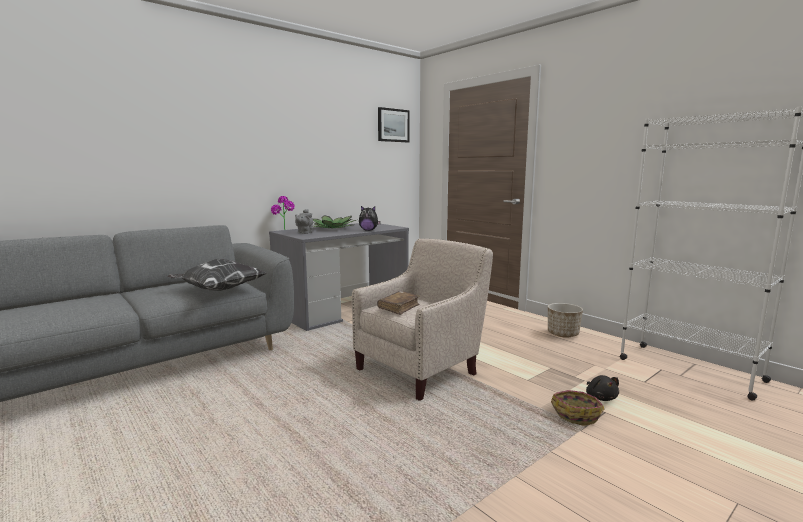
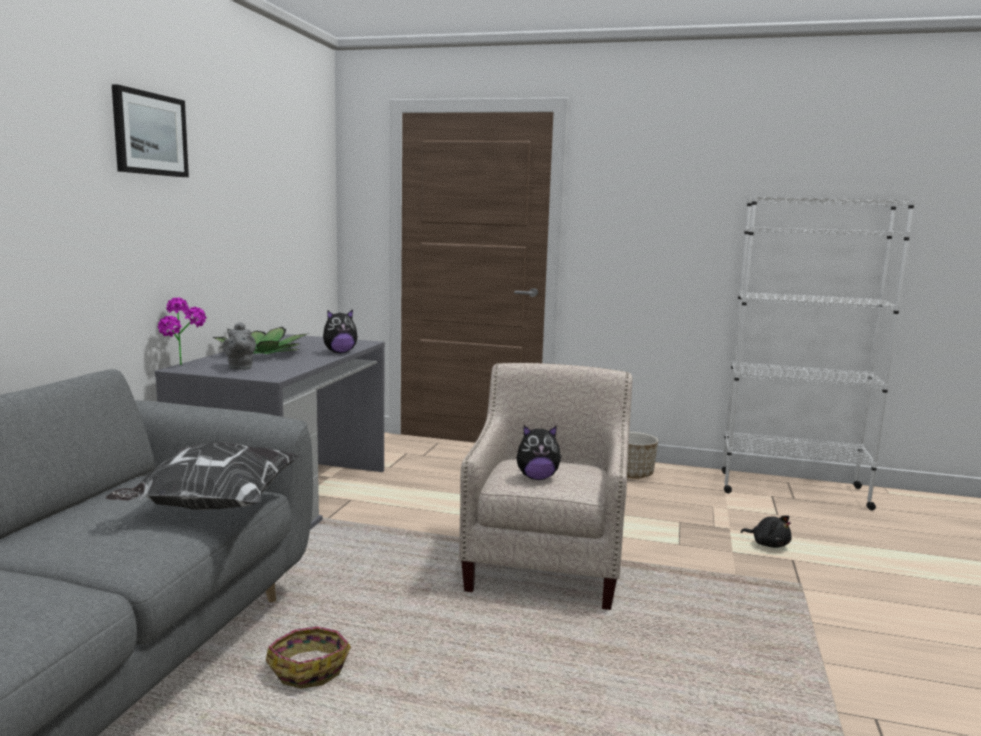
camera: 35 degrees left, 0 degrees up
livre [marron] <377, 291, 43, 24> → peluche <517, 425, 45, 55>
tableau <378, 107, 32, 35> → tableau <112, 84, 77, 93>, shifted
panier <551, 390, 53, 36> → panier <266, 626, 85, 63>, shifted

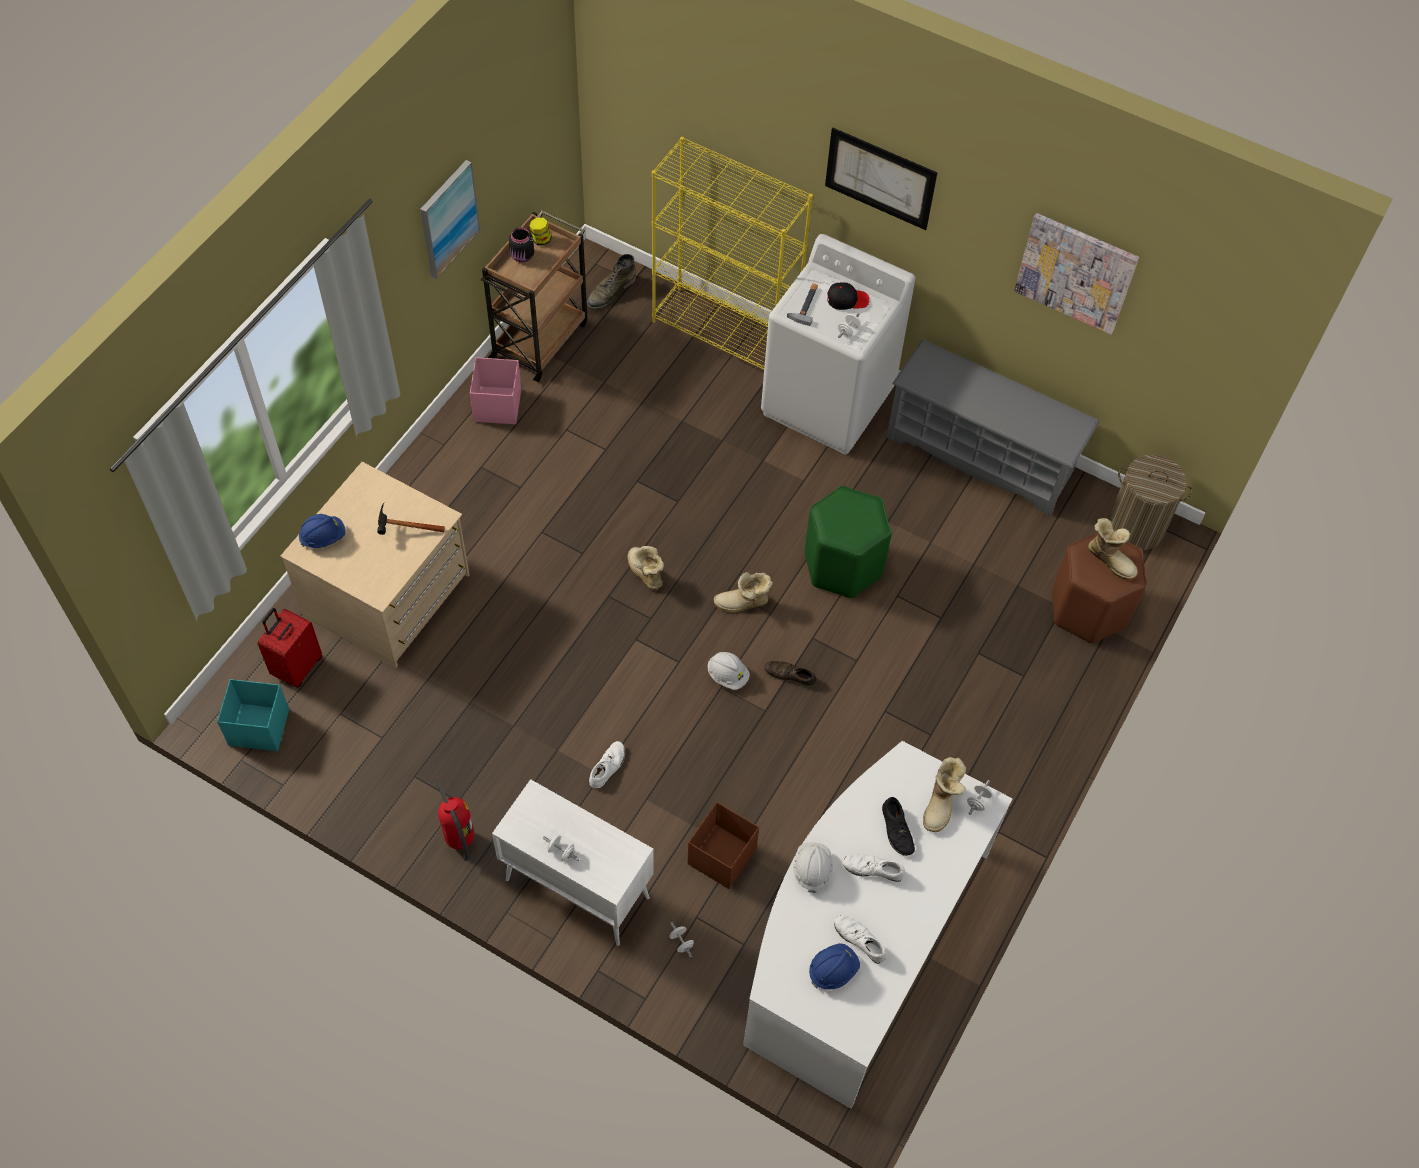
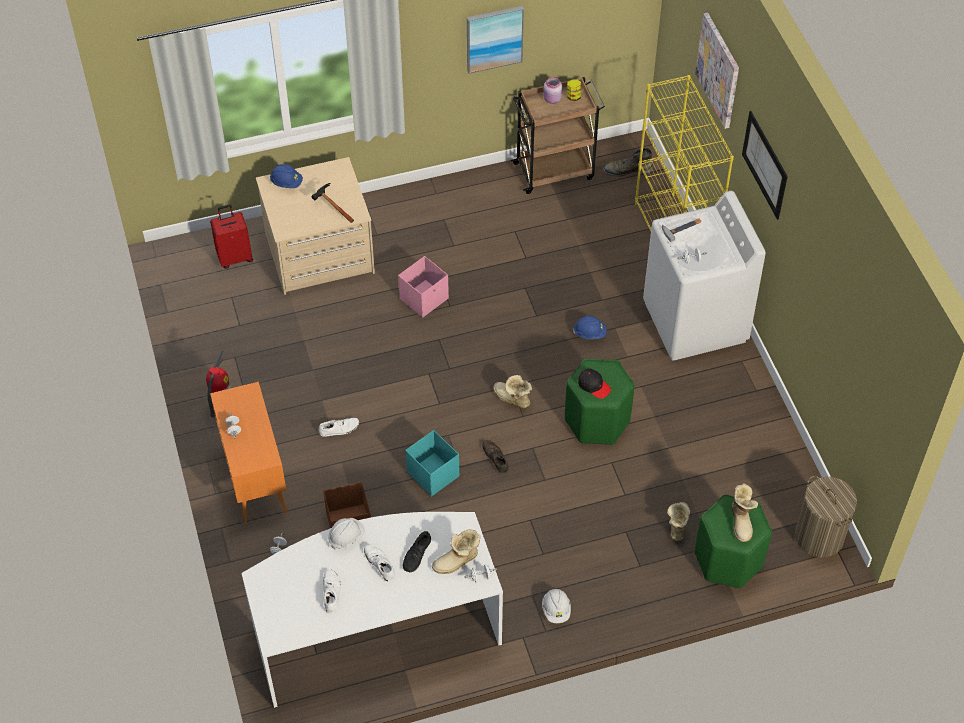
camera: 45 degrees right, 5 degrees down
boîte de rangement [turquoise] <217, 679, 72, 72> → boîte de rangement [turquoise] <405, 430, 54, 66>, shifted
boîte de rangement [rose] <470, 357, 51, 67> → boîte de rangement [rose] <398, 256, 51, 62>, shifted
meuble de rangement [blanc] <492, 779, 162, 167> → meuble de rangement [orange] <210, 382, 78, 142>
bocal [noir] <509, 227, 25, 36> → bocal [rose] <544, 77, 18, 27>
botte <627, 546, 37, 44> → botte <667, 502, 23, 39>, shifted
casque de chantier [blanc] <708, 652, 42, 38> → casque de chantier [blanc] <542, 589, 29, 34>, shifted
casque de chantier [bleu] <809, 943, 51, 47> → casque de chantier [bleu] <573, 316, 34, 23>, shifted
casquette [noir] <827, 282, 42, 28> → casquette [noir] <578, 368, 33, 31>, shifted
étagère à chaussures [gris] <886, 340, 214, 176> → -
tableau <1014, 213, 125, 121> → tableau <695, 12, 44, 117>, shifted
tabouret [marron] <1052, 533, 95, 110> → tabouret [vert] <695, 495, 77, 93>

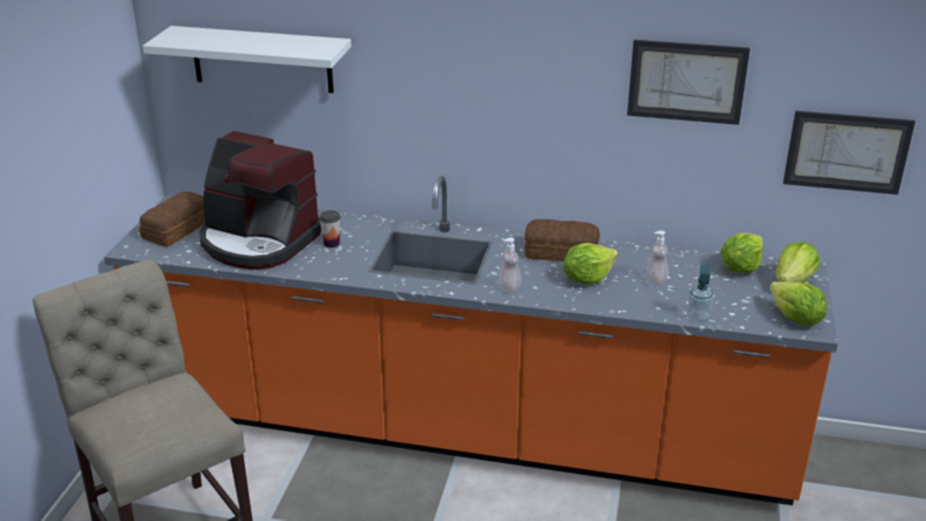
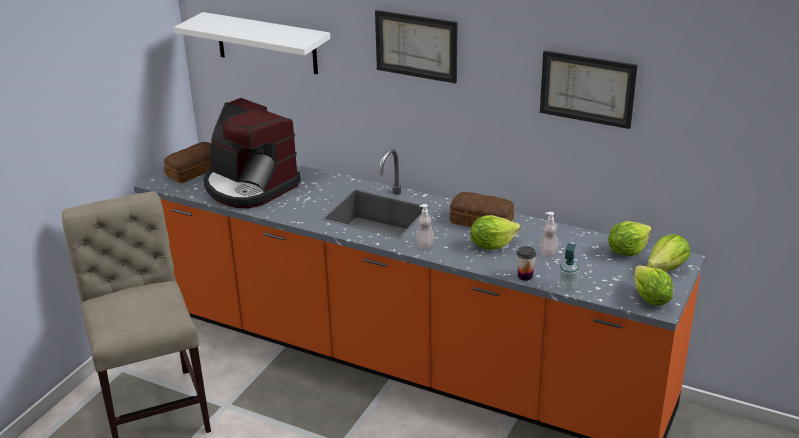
camera: 15 degrees right, 0 degrees up
tasse <319, 210, 22, 38> → tasse <517, 246, 19, 35>, shifted
tableau <783, 111, 132, 84> → tableau <375, 10, 83, 74>, shifted

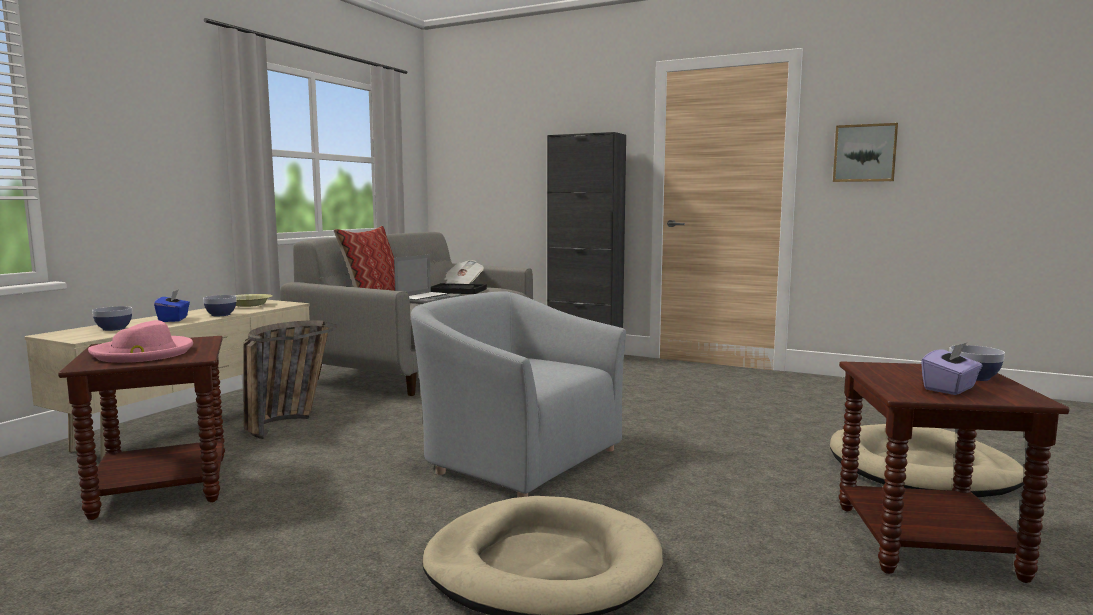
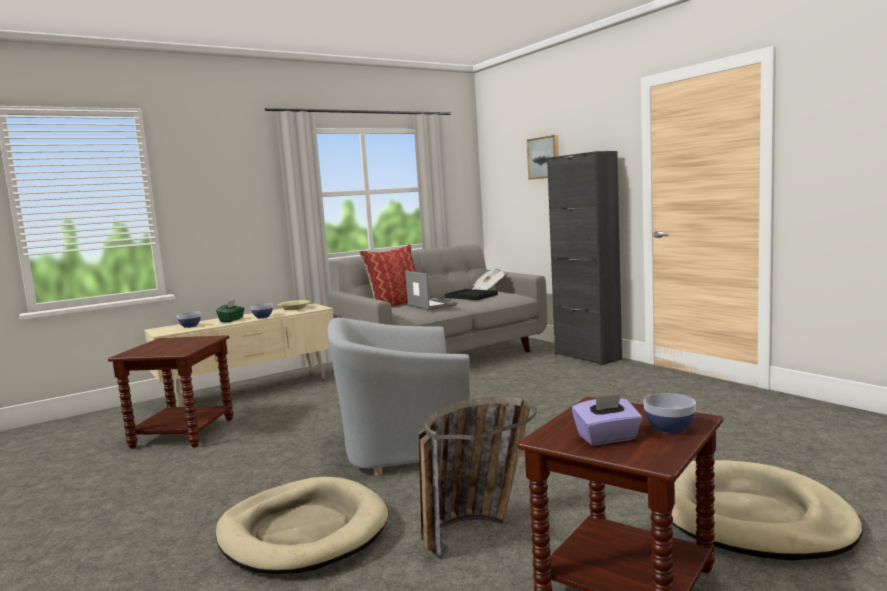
camera: 30 degrees right, 0 degrees up
chapeau [rose] <88, 320, 105, 43> → -
boîte à mouchoirs [bleu] <154, 289, 36, 33> → boîte à mouchoirs [vert] <216, 300, 29, 22>
panier <243, 320, 93, 119> → panier <419, 396, 118, 163>, shifted
ordinateur portable <394, 254, 67, 50> → ordinateur portable <405, 271, 52, 39>, 90 degrees counterclockwise
fauteuil [gris] <411, 291, 215, 207> → fauteuil [gris] <327, 318, 144, 157>, 75 degrees counterclockwise
tableau <833, 123, 65, 59> → tableau <527, 135, 32, 45>, shifted

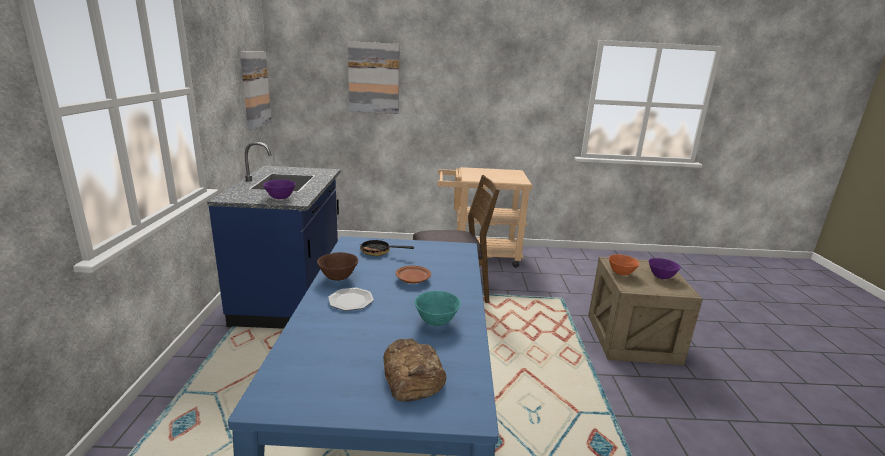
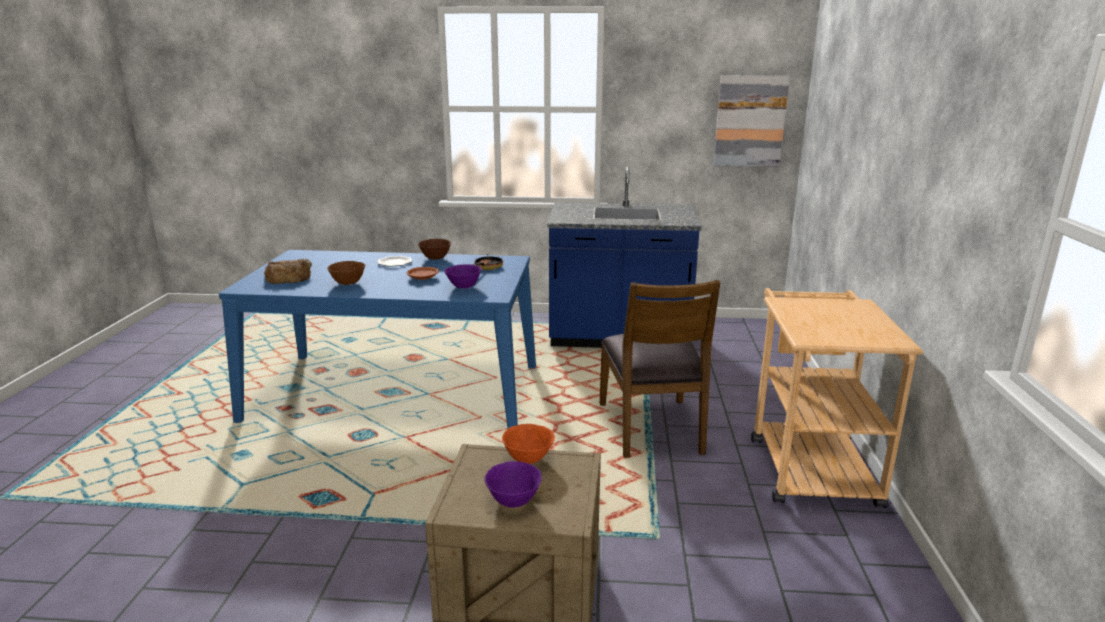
camera: 95 degrees right, 0 degrees up
bol [violet] <263, 179, 33, 20> → bol [violet] <444, 264, 38, 25>, shifted
tableau <348, 41, 52, 73> → -
bol [turquoise] <414, 291, 47, 35> → bol [marron] <327, 261, 38, 24>

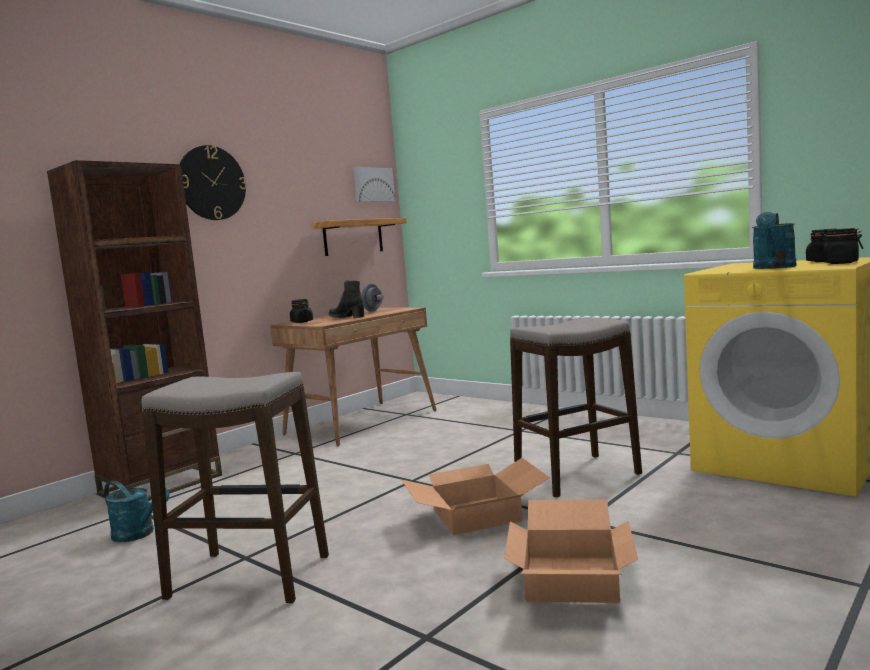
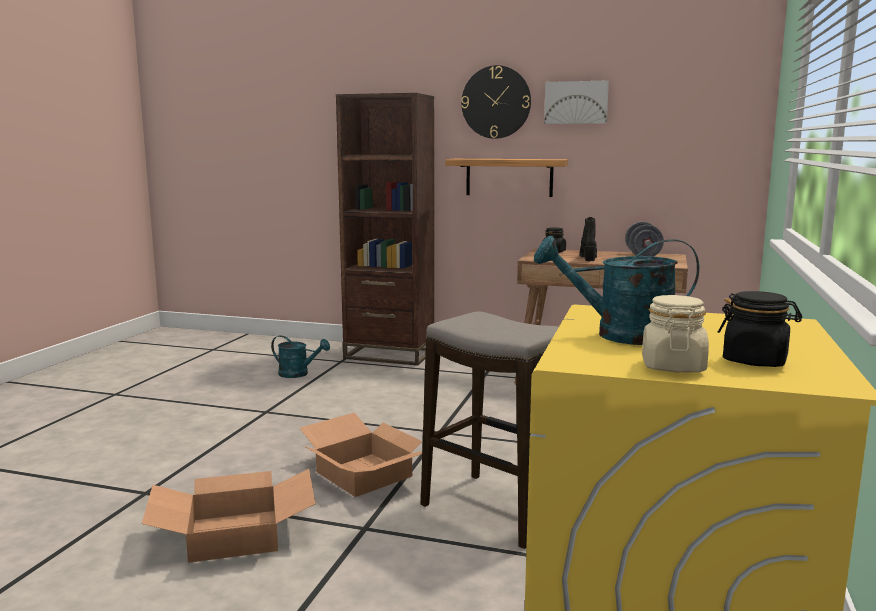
camera: 65 degrees right, 5 degrees up
arrosoir [turquoise] <104, 481, 66, 61> → arrosoir [turquoise] <271, 335, 59, 43>, 75 degrees counterclockwise
tabouret <142, 372, 187, 232> → -
étagère <312, 218, 95, 38> → étagère <445, 159, 123, 38>, shifted
tableau <353, 167, 42, 35> → tableau <544, 80, 65, 44>, shifted
bocal [noir] <819, 228, 44, 36> → bocal [beige] <642, 295, 67, 78>

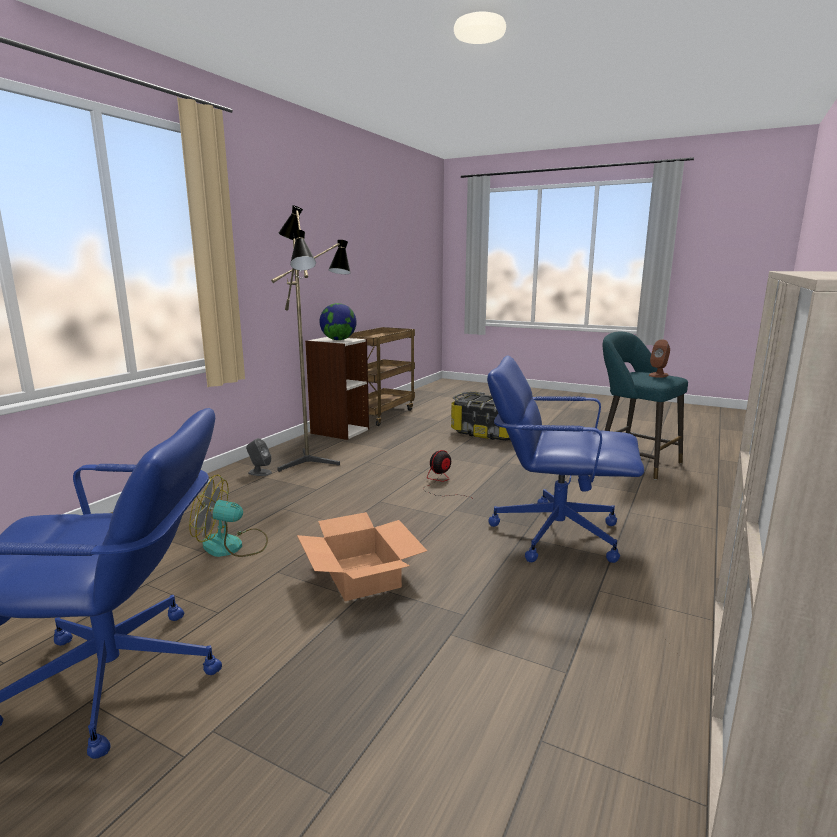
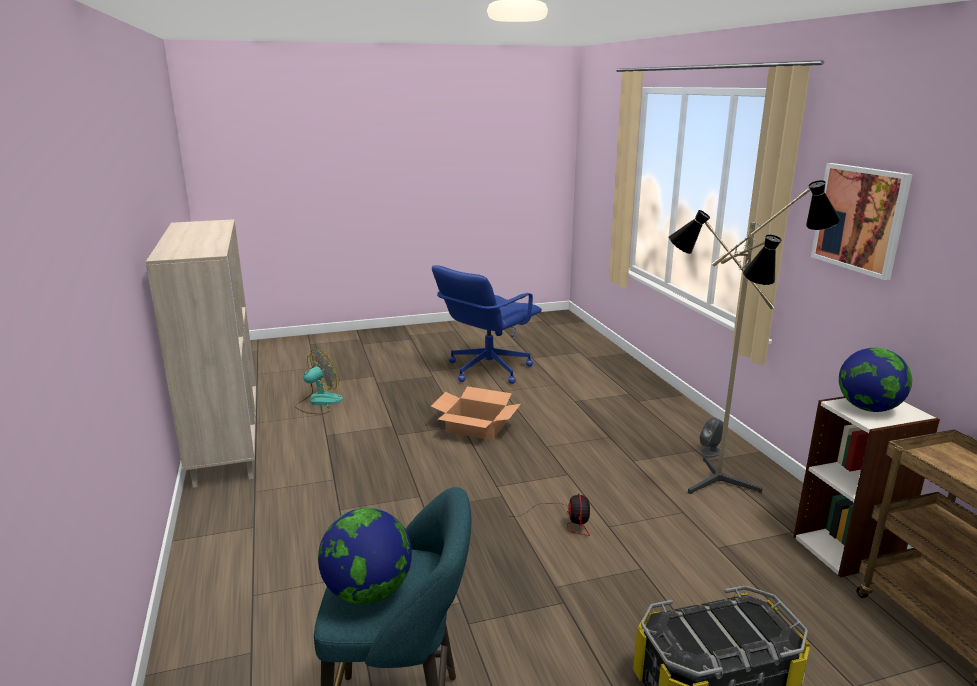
camera: 135 degrees right, 5 degrees up
ventilateur <189, 474, 79, 83> → ventilateur <295, 350, 48, 64>, shifted
chaise de bureau [bleu] <487, 355, 157, 208> → -
enceinte [marron] <649, 339, 21, 39> → globe <318, 508, 94, 96>
- → tableau <811, 163, 102, 117>

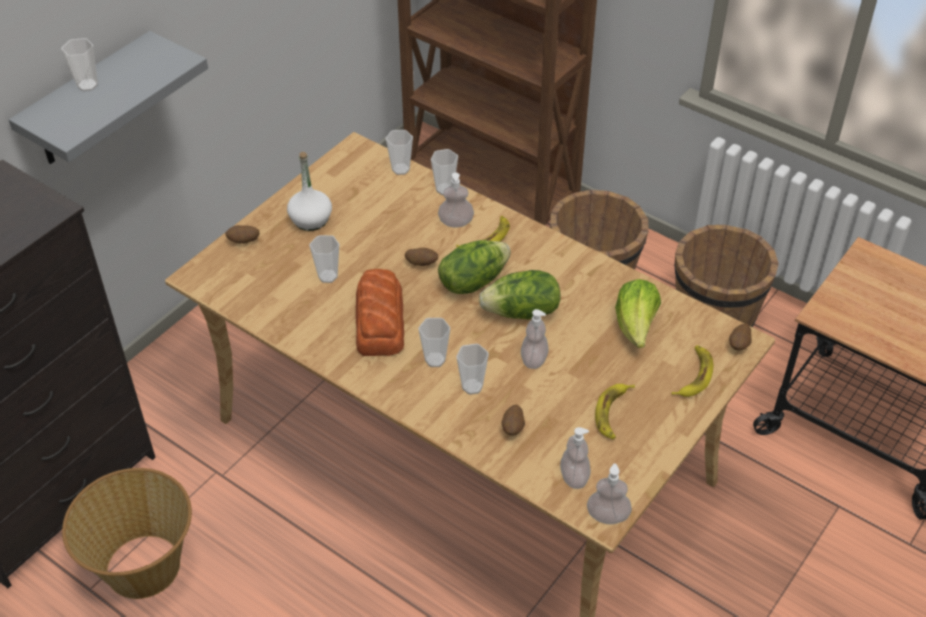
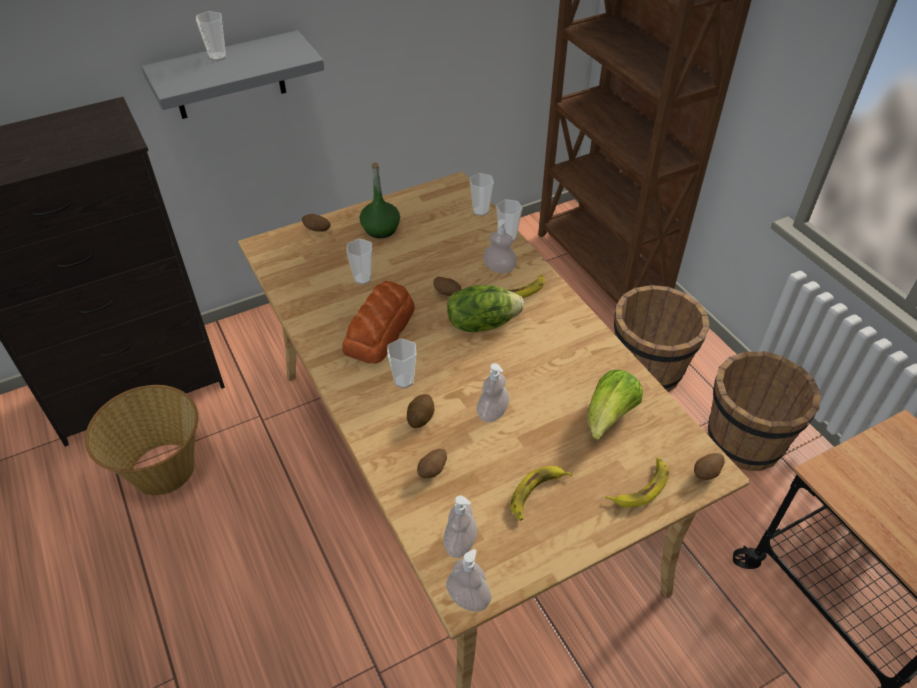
camera: 25 degrees right, 0 degrees up
bouteille [blanc] <287, 152, 45, 79> → bouteille [vert] <360, 162, 40, 76>
tasse <456, 344, 33, 51> → pomme de terre <407, 394, 28, 34>
laitue <479, 270, 82, 49> → -

